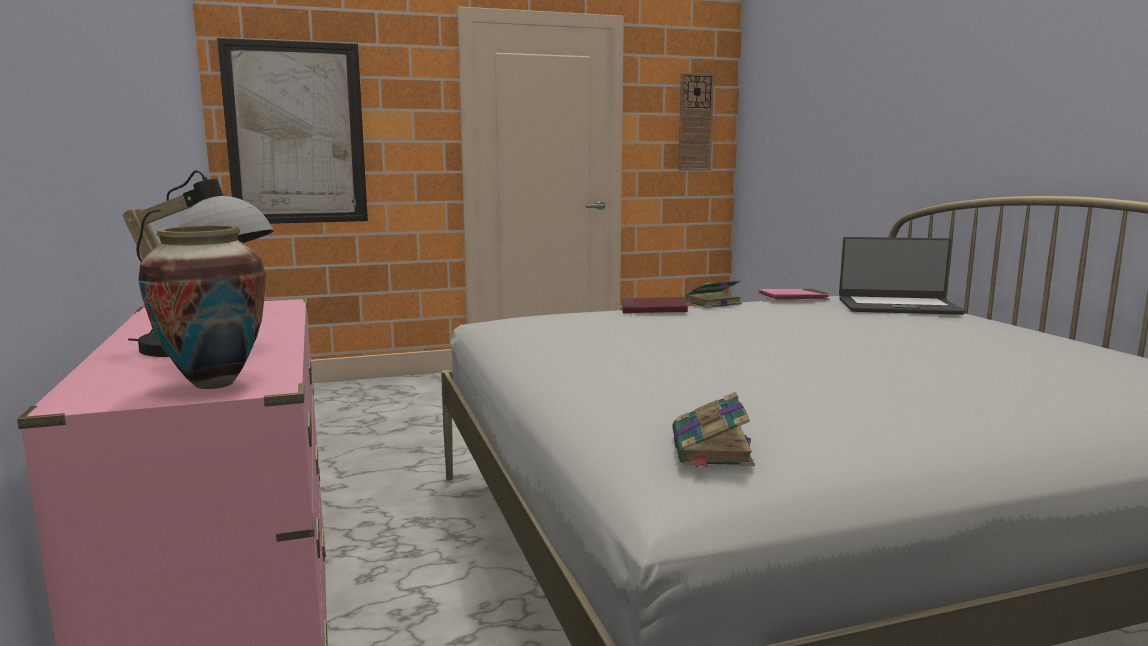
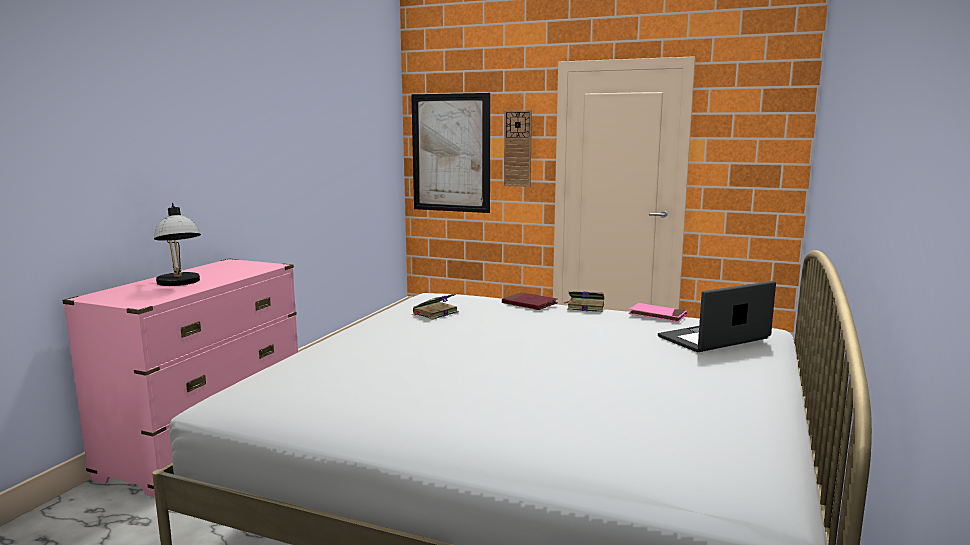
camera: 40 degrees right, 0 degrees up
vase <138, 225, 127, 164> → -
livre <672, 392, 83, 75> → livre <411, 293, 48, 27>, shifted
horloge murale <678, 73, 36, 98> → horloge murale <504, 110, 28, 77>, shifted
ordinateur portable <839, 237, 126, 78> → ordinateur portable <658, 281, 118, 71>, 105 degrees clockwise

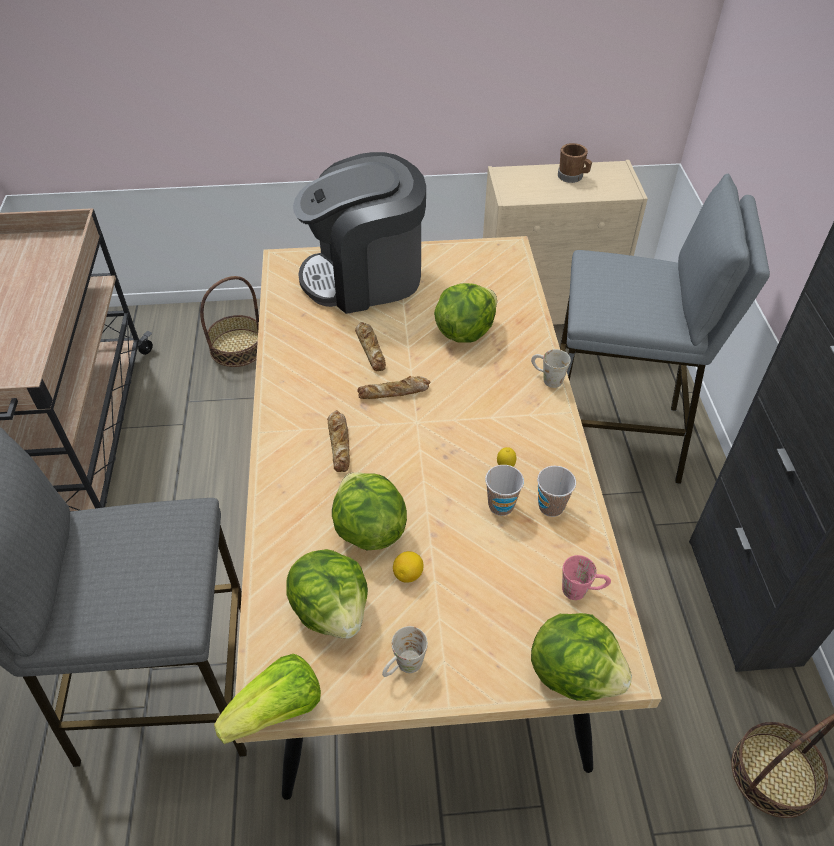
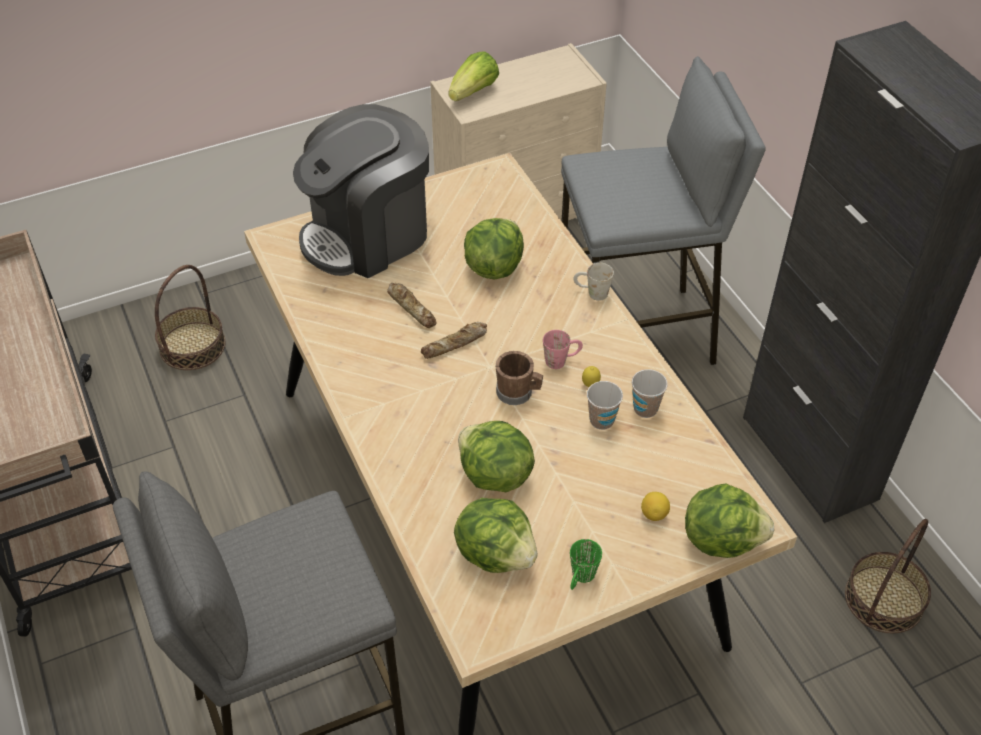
camera: 20 degrees left, 0 degrees up
laitue <214, 654, 107, 90> → laitue <448, 51, 51, 50>, shifted
pain <327, 410, 23, 62> → -
mug [blanc] <382, 626, 46, 51> → mug [vert] <570, 539, 32, 51>
citron <393, 551, 31, 32> → citron <641, 492, 29, 29>, shifted
mug [marron] <558, 143, 34, 40> → mug [marron] <496, 351, 47, 54>, shifted
mug [rose] <562, 555, 49, 45> → mug [rose] <543, 330, 40, 39>, shifted

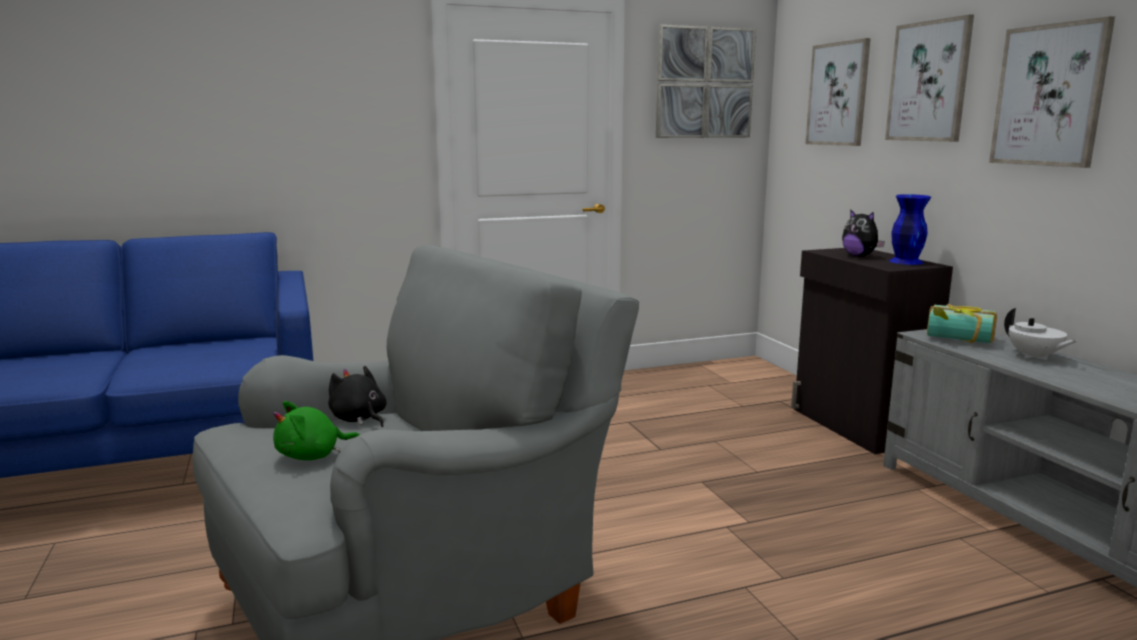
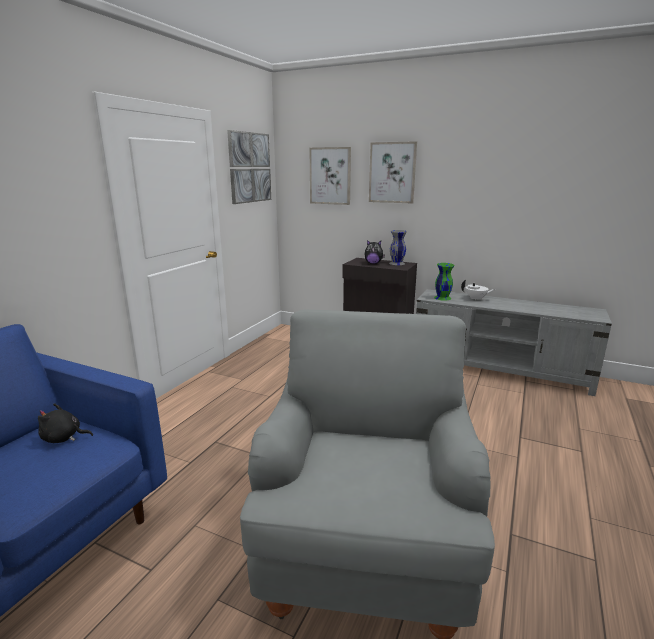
camera: 45 degrees left, 5 degrees up
peluche [vert] <273, 401, 87, 59> → -
peluche [noir] <328, 365, 58, 62> → peluche [noir] <38, 403, 55, 40>, shifted
vase [bleu] <889, 194, 42, 71> → vase [gris] <389, 230, 18, 35>
livre <927, 304, 70, 39> → vase [vert] <434, 263, 21, 38>
tableau <989, 16, 126, 152> → -

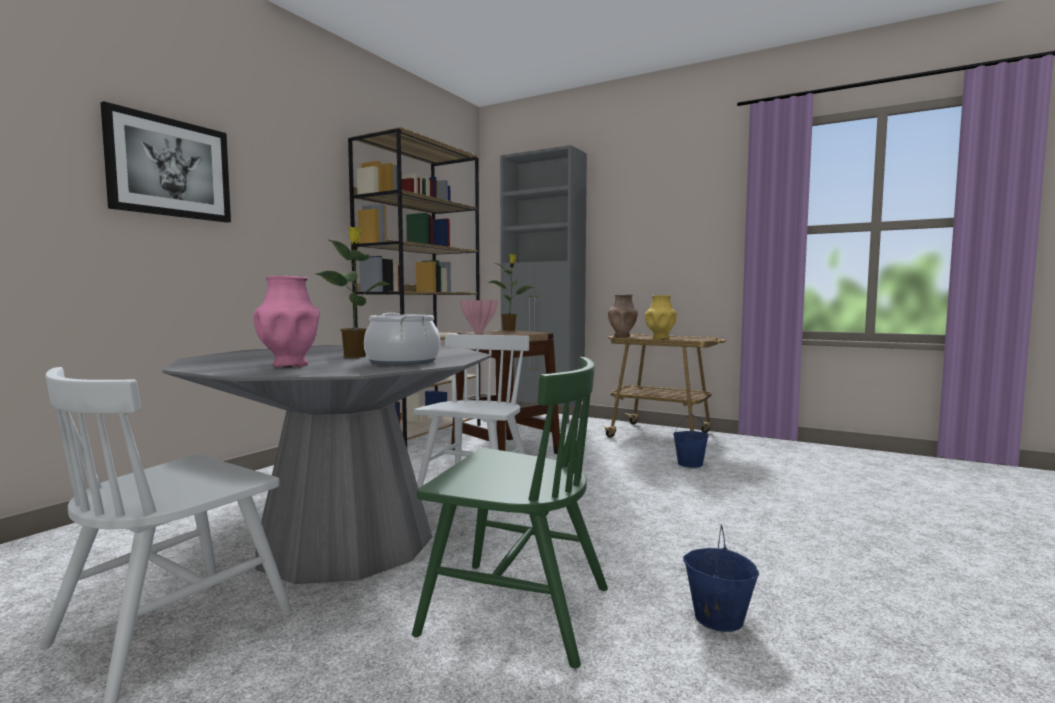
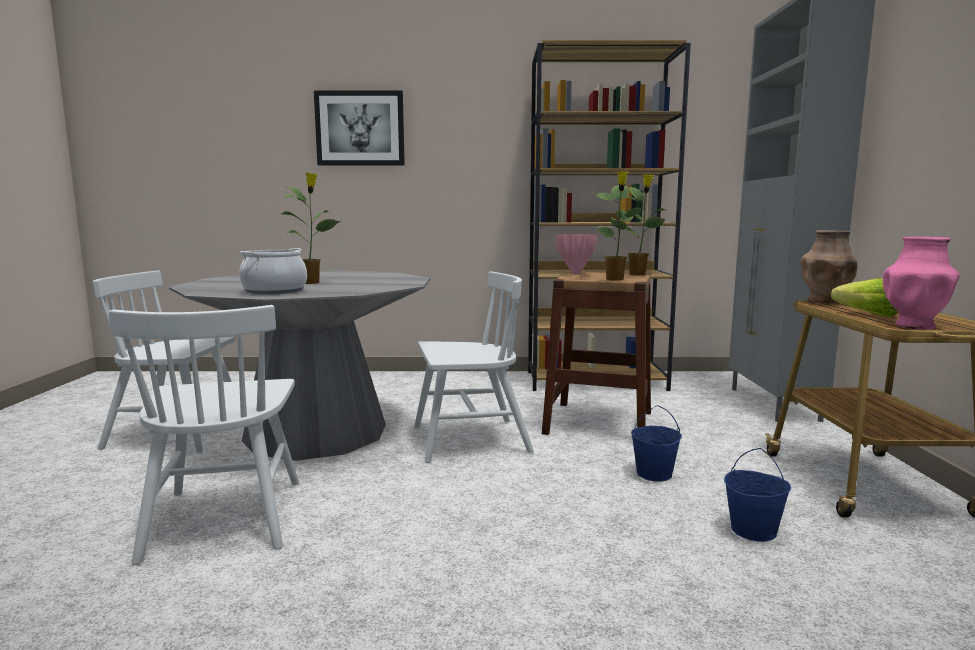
camera: 60 degrees right, 5 degrees up
vase [rose] <253, 276, 67, 92> → vase [rose] <883, 237, 77, 93>, shifted
chaise [vert] <412, 357, 196, 312> → chaise [blanc] <109, 305, 190, 260>
vase [jaune] <645, 295, 32, 45> → laitue <831, 278, 67, 39>
seau [bleu] <683, 524, 76, 108> → seau [bleu] <631, 405, 51, 76>, shifted
- → plante en pot <591, 171, 55, 110>

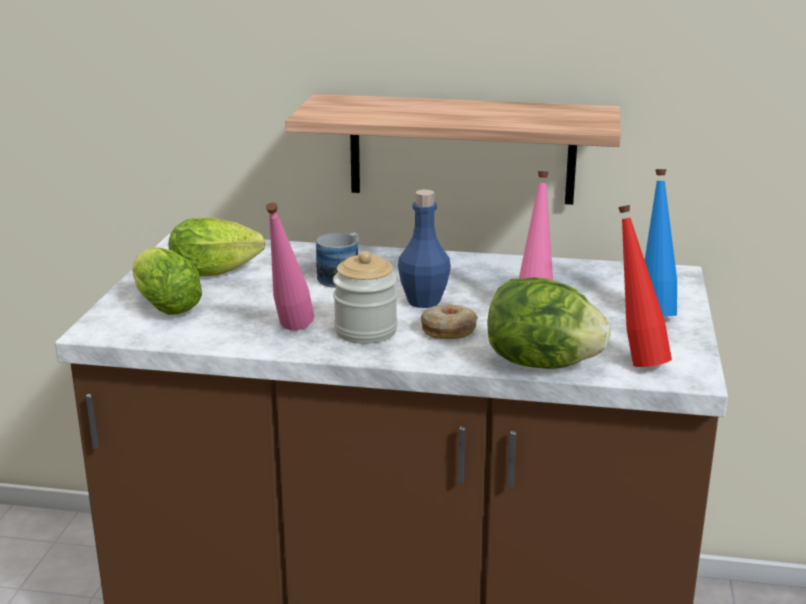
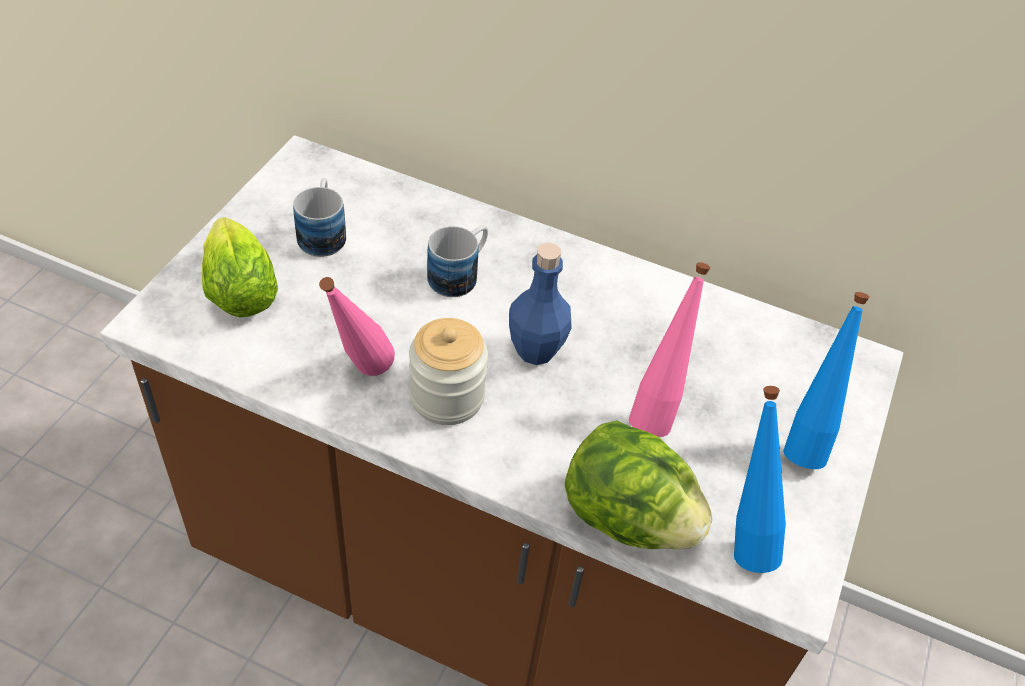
camera: 10 degrees right, 25 degrees up
laitue <168, 218, 97, 58> → mug <293, 178, 53, 79>
étagère <285, 94, 336, 111> → -
beignet <421, 304, 57, 35> → -
bouteille [rouge] <618, 205, 54, 162> → bouteille [bleu] <734, 386, 52, 187>

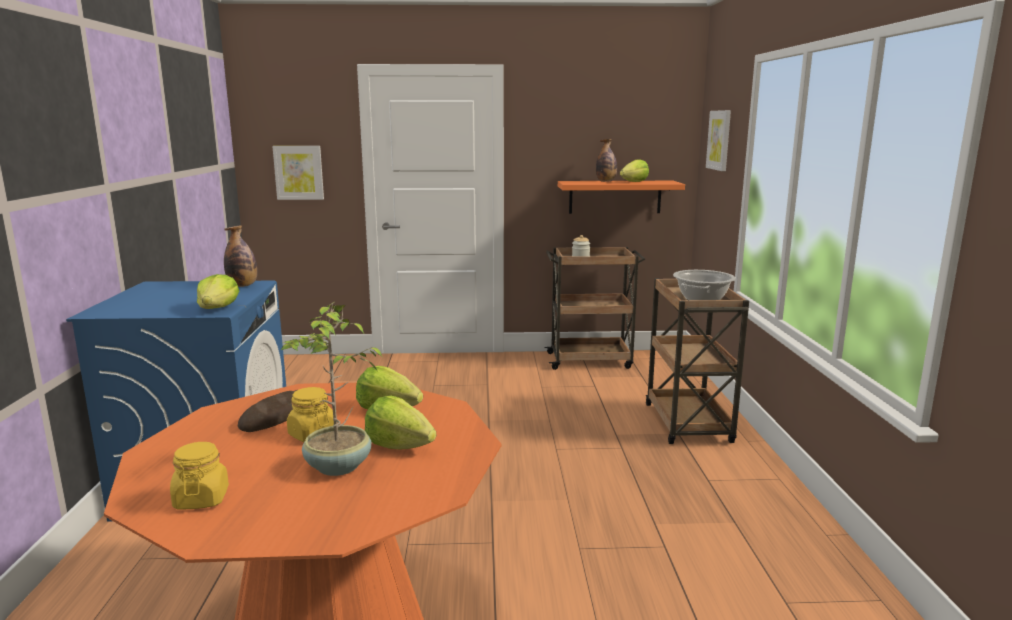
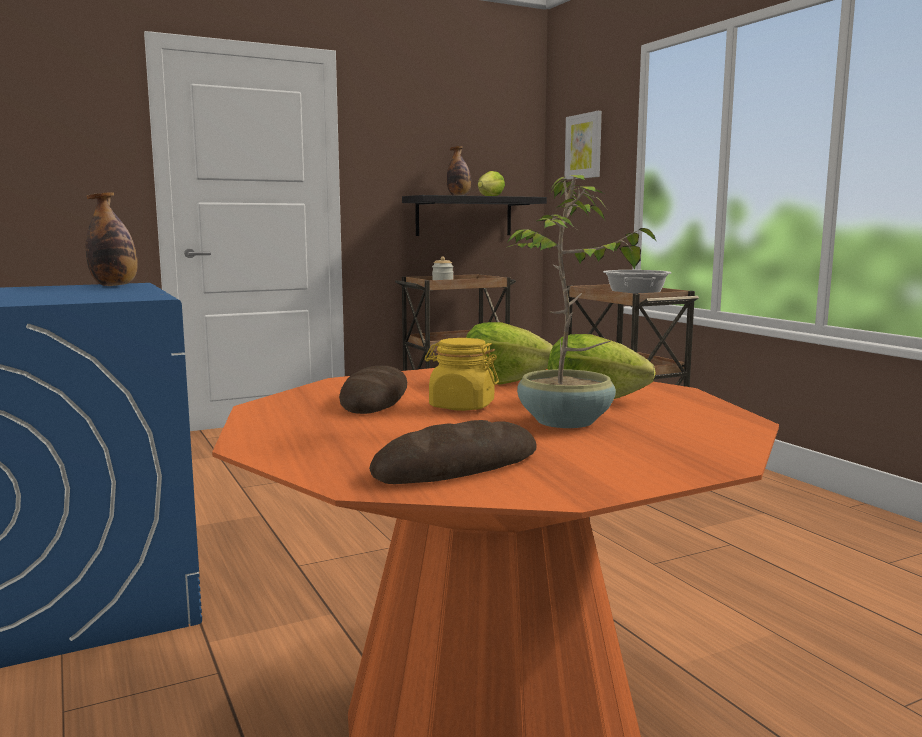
camera: 25 degrees left, 5 degrees down
bocal [jaune] <170, 442, 59, 68> → pain <369, 420, 168, 64>
laitue <197, 274, 42, 35> → -
tableau <272, 146, 52, 54> → -
étagère [orange] <558, 181, 127, 33> → étagère [noir] <402, 195, 145, 41>

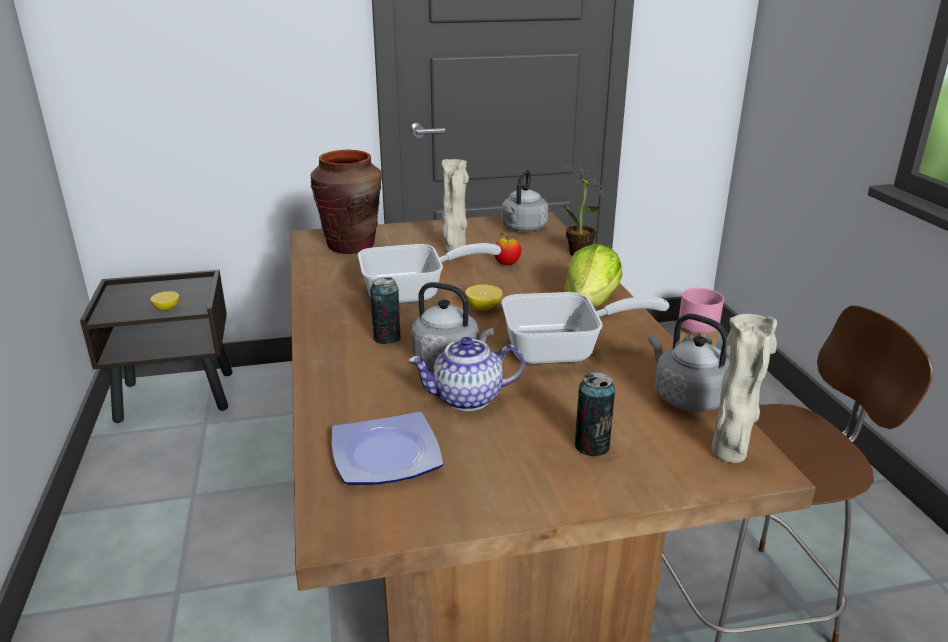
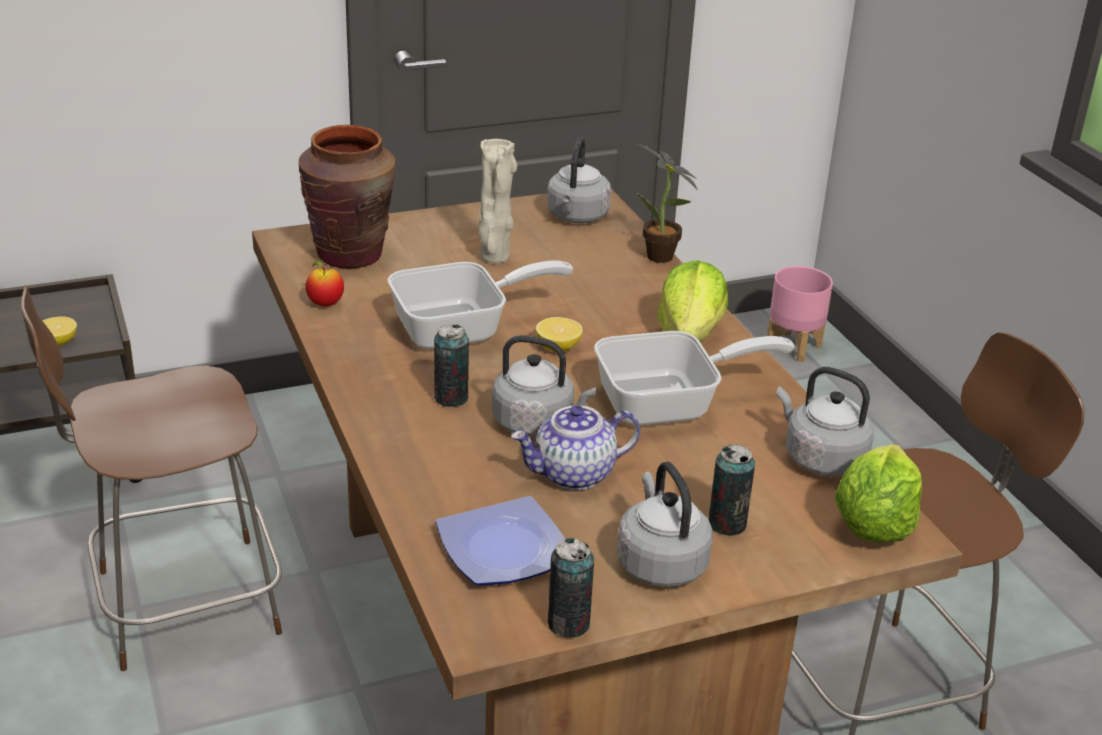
camera: 10 degrees left, 5 degrees up
pomme <494, 232, 27, 33> → pomme <306, 261, 38, 45>, shifted
vase [beige] <711, 314, 66, 149> → laitue <835, 444, 87, 98>
- → chaise [marron] <21, 285, 261, 386>
- → boîte métallique <548, 538, 46, 100>
- → bouilloire [gris] <617, 462, 96, 125>

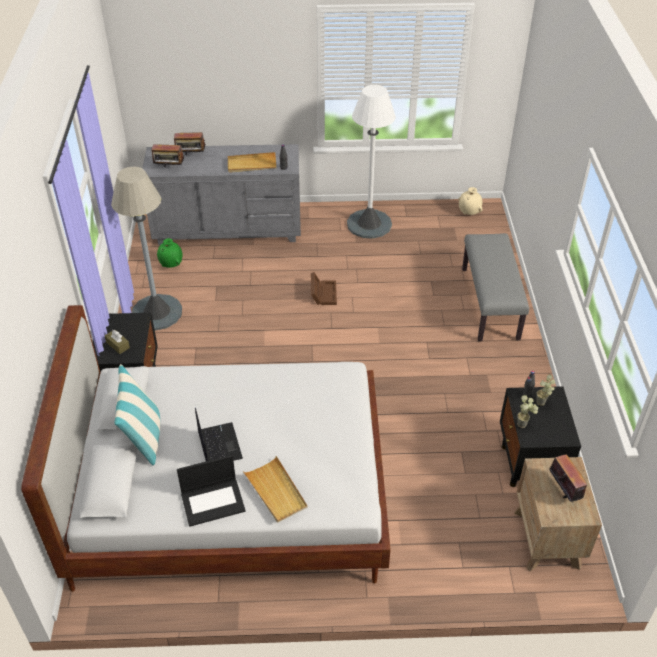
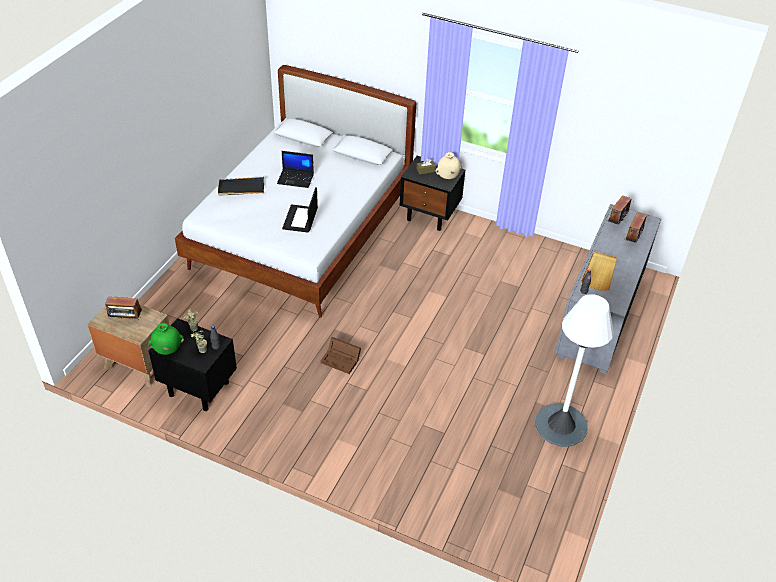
camera: 115 degrees right, 0 degrees up
lampadaire [gris] <111, 167, 71, 163> → -
coussin <115, 364, 45, 101> → -
vase [vert] <157, 238, 25, 30> → vase [vert] <148, 323, 36, 32>, shifted
ordinateur portable <177, 455, 69, 72> → ordinateur portable <282, 187, 36, 45>, shifted
plateau [beige] <243, 456, 64, 67> → plateau [noir] <218, 177, 46, 19>
boîte de rangement [marron] <311, 272, 26, 33> → boîte de rangement [marron] <321, 337, 40, 37>, shifted
vase [beige] <459, 187, 23, 28> → vase [beige] <436, 152, 26, 27>, shifted
banc [gris] <462, 233, 67, 108> → -

